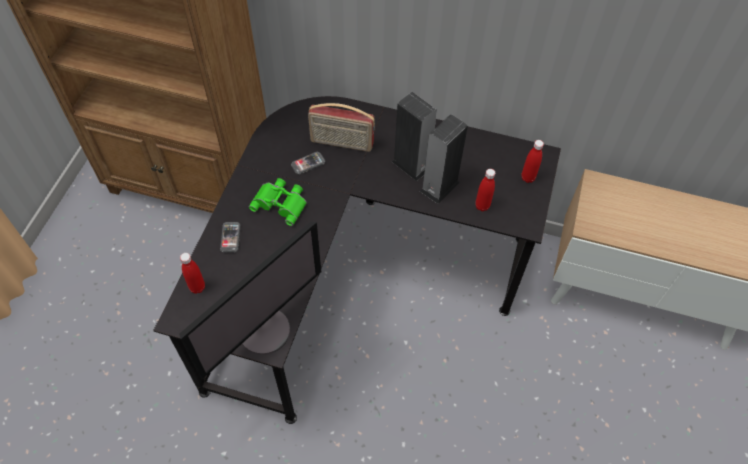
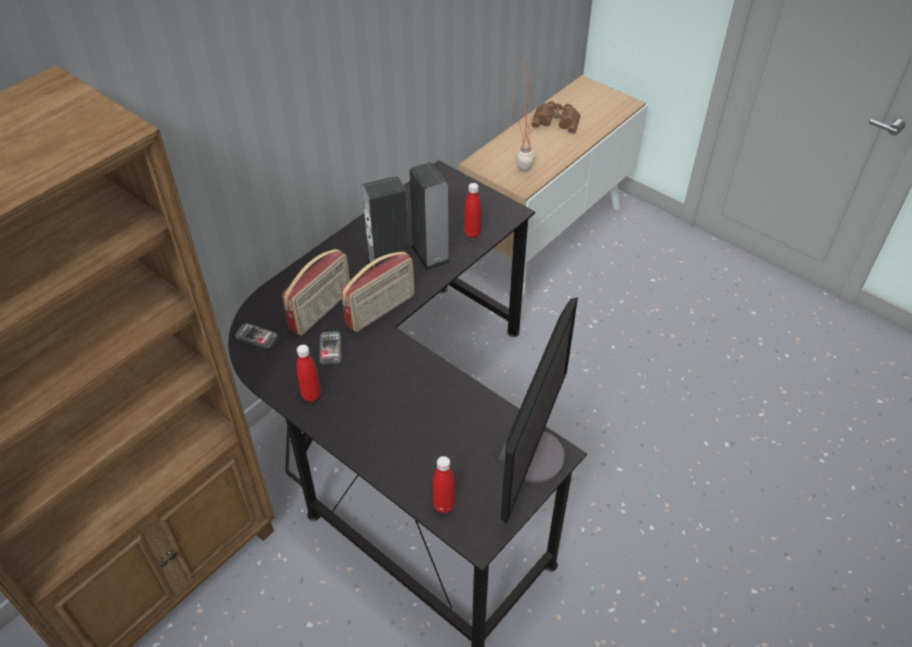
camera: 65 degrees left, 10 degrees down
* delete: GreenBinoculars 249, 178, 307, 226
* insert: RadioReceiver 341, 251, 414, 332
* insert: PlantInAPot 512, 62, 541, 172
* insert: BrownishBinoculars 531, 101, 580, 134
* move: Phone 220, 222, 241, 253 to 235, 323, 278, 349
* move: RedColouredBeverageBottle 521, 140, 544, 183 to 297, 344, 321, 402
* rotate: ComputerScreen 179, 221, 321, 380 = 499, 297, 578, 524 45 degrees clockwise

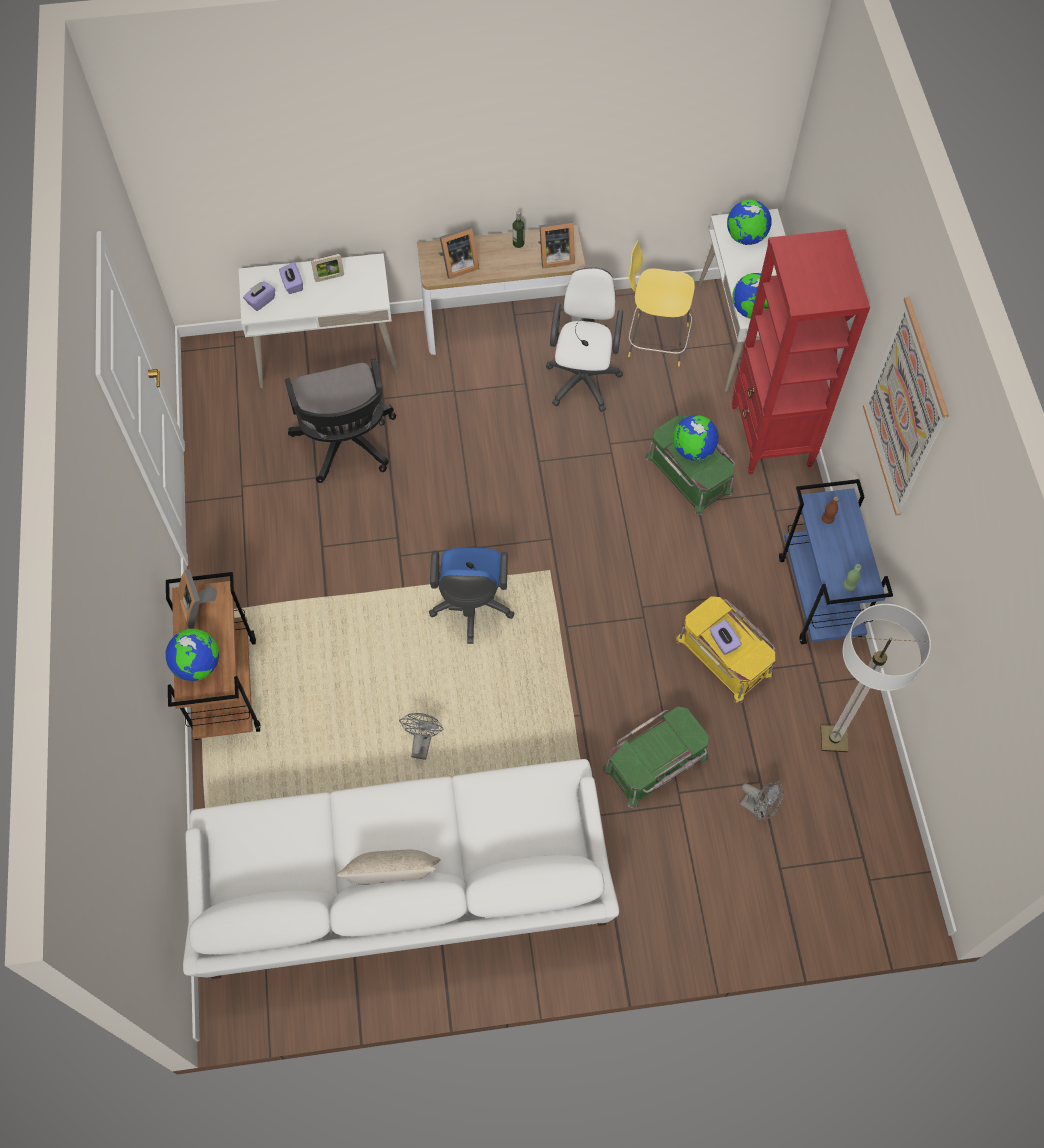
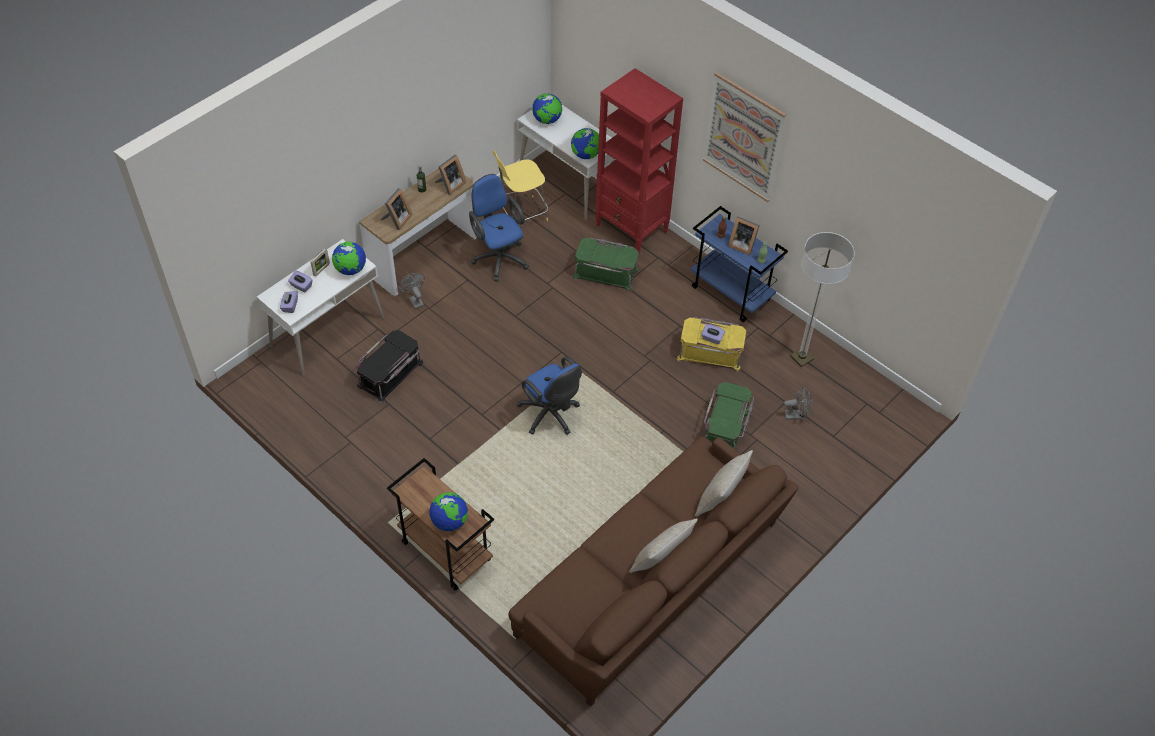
camera: 40 degrees left, 10 degrees down
* insert: BeigeCushion 695, 450, 753, 517
* move: PictureFrame 178, 569, 217, 629 to 728, 217, 760, 255
* move: GreyishFan 399, 713, 444, 760 to 399, 273, 425, 309
* move: WorldGlobe 673, 415, 719, 461 to 332, 242, 366, 275
* replace: BlackishComputerChair 285, 359, 396, 483 to BlackishStorageContainer 356, 330, 423, 403
* recolor: WhitishCouch 183, 759, 619, 979 to BrownishCouch 508, 437, 799, 707
* recolor: WhitishComputerChair 546, 267, 623, 412 to BlueComputerChair 469, 174, 529, 282

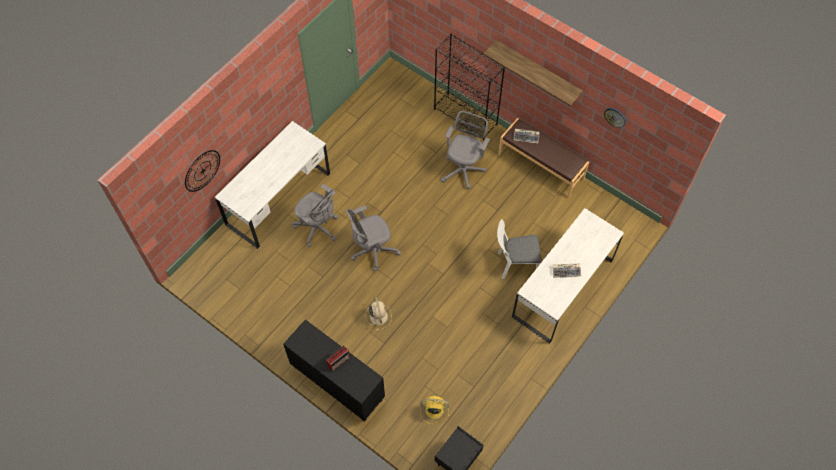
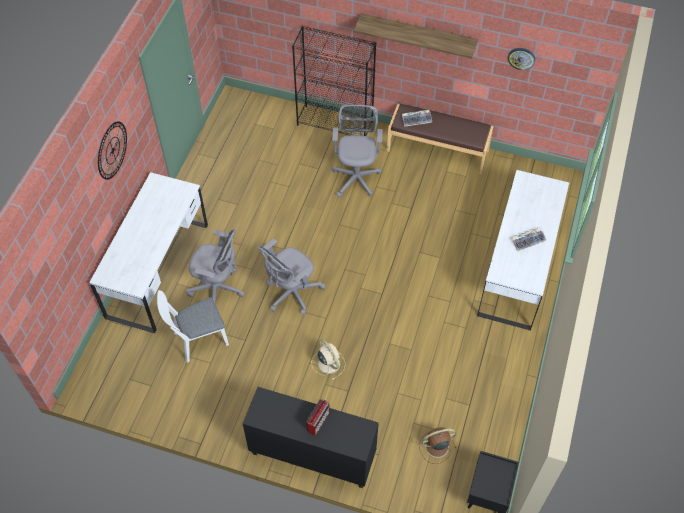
camera: 20 degrees left, 5 degrees down
* move: WallClock 185, 150, 220, 192 to 98, 121, 127, 180
* move: WhitishUprightChair 497, 219, 542, 279 to 157, 290, 229, 363
* recolor: YellowFan 420, 396, 449, 424 to BrownishFan 419, 427, 456, 464

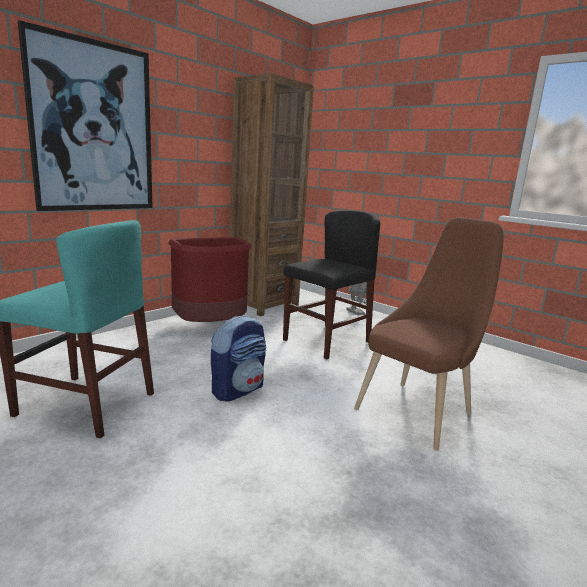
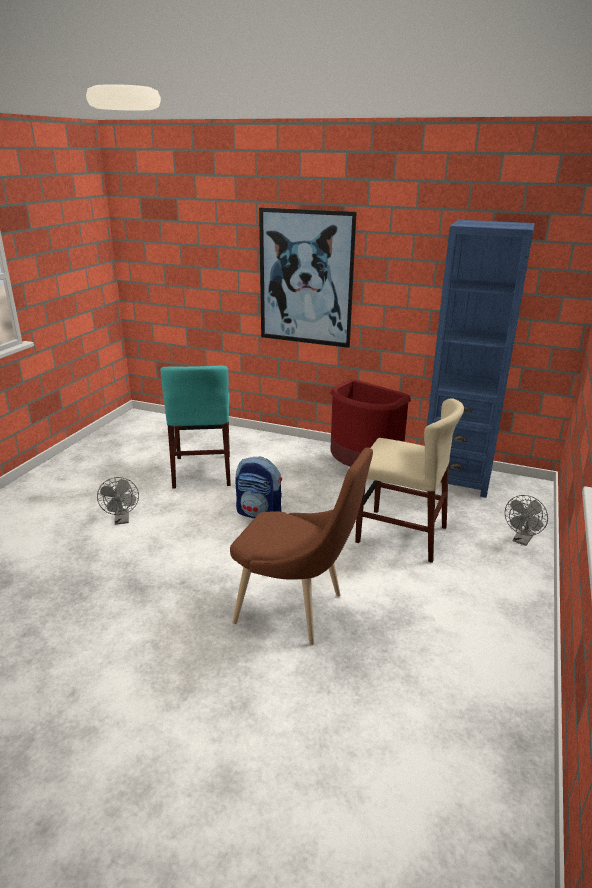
camera: 70 degrees right, 10 degrees up
* insert: GreyishFan 97, 477, 139, 525
* recolor: BrownishBookshelf 230, 73, 314, 317 to BlueBookshelf 424, 220, 535, 498
* recolor: BlackishUprightChair 283, 210, 380, 360 to BeigeUprightChair 355, 399, 464, 563

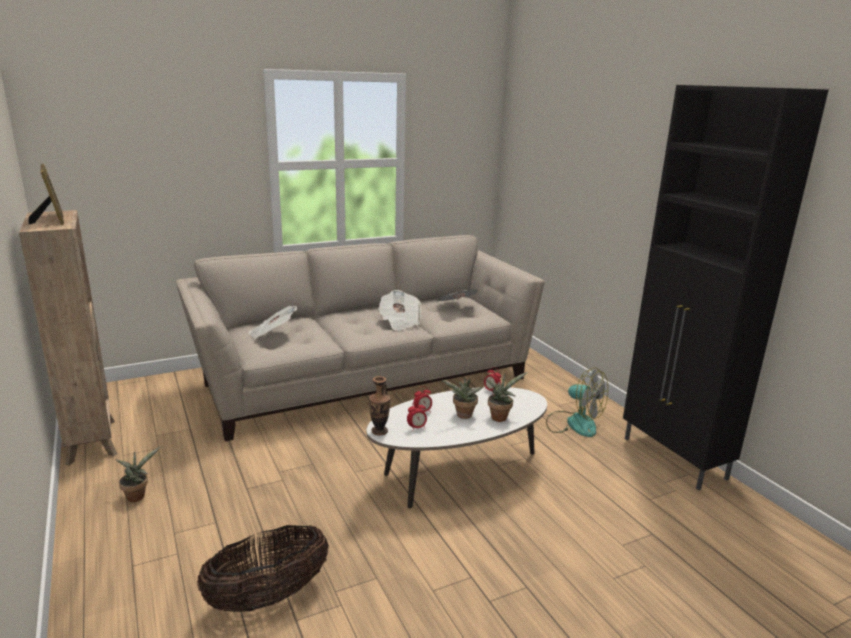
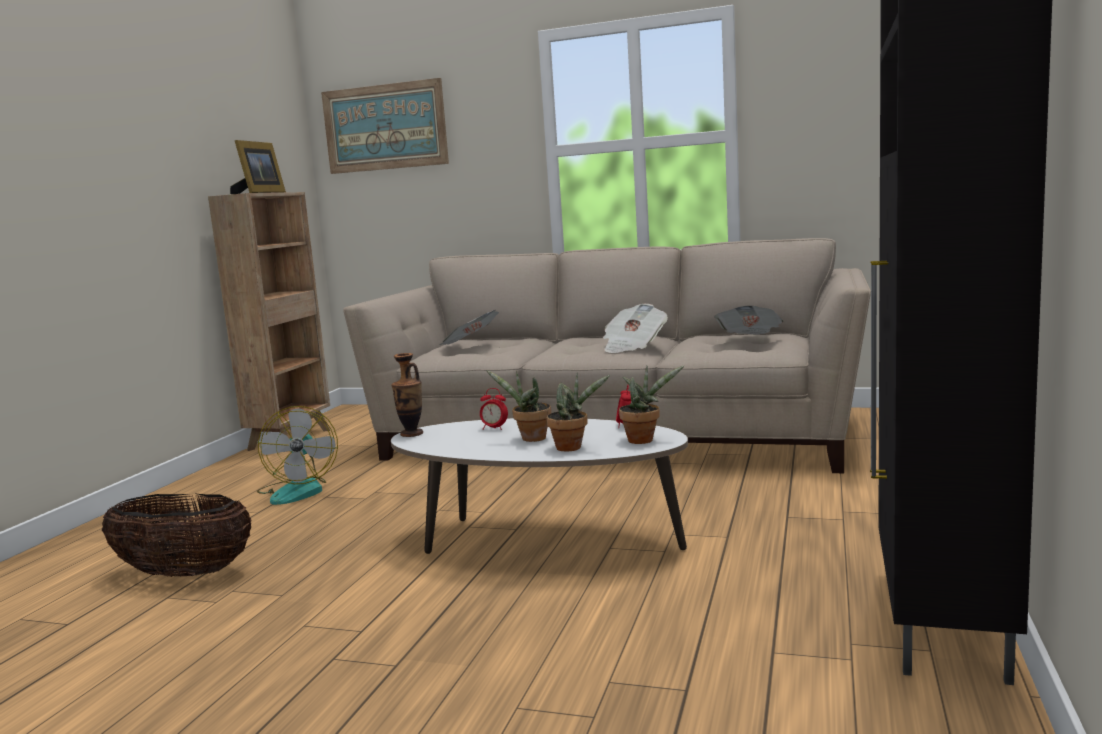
camera: 45 degrees right, 10 degrees down
* delete: BedsideClock 407, 401, 427, 429
* insert: WallPicture 321, 78, 449, 174
* move: PlantInAPot 116, 447, 160, 502 to 619, 366, 684, 444
* move: Fan 546, 368, 608, 437 to 257, 406, 338, 505

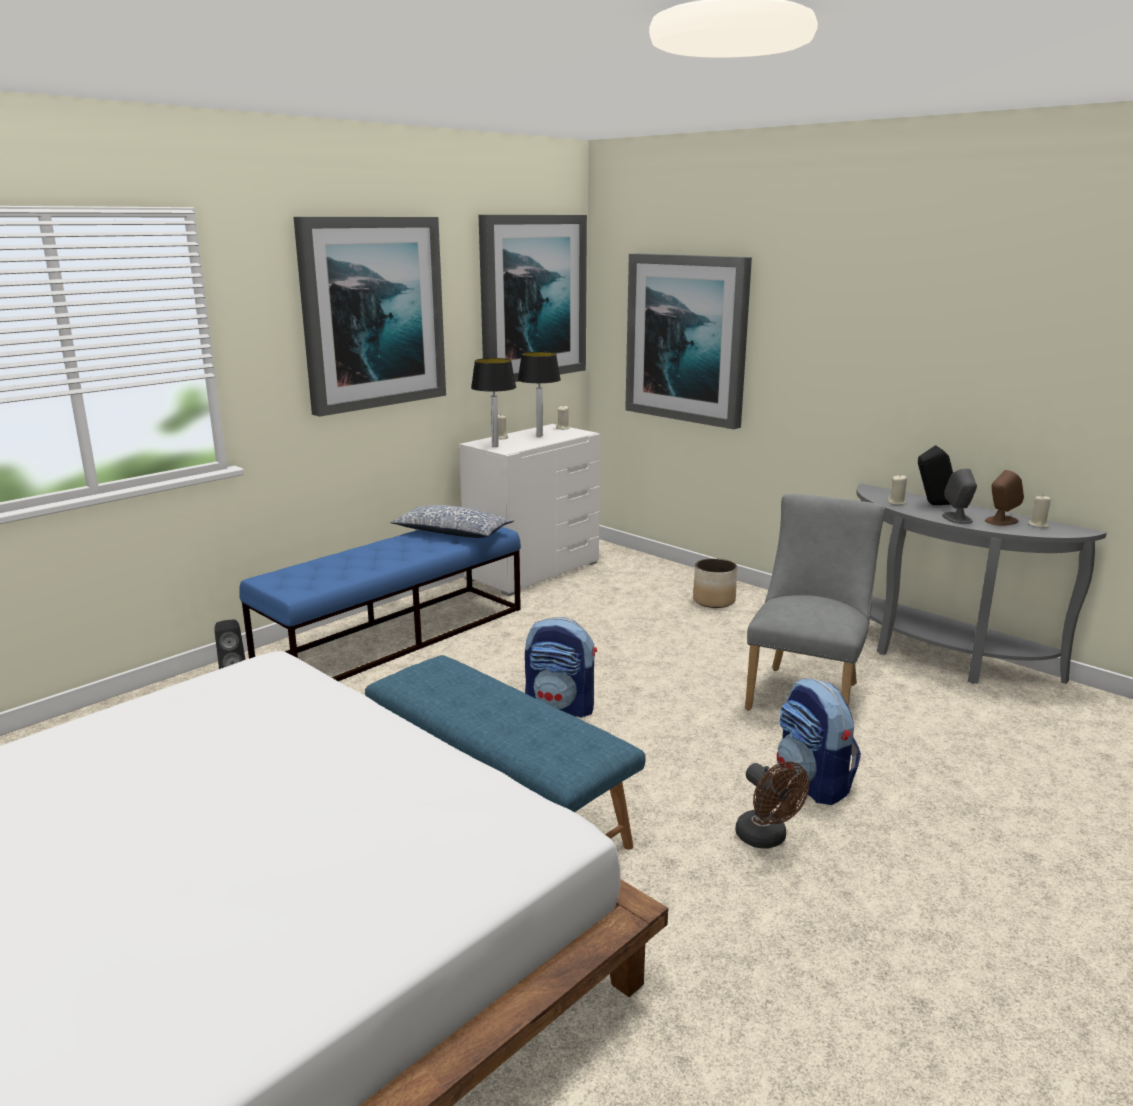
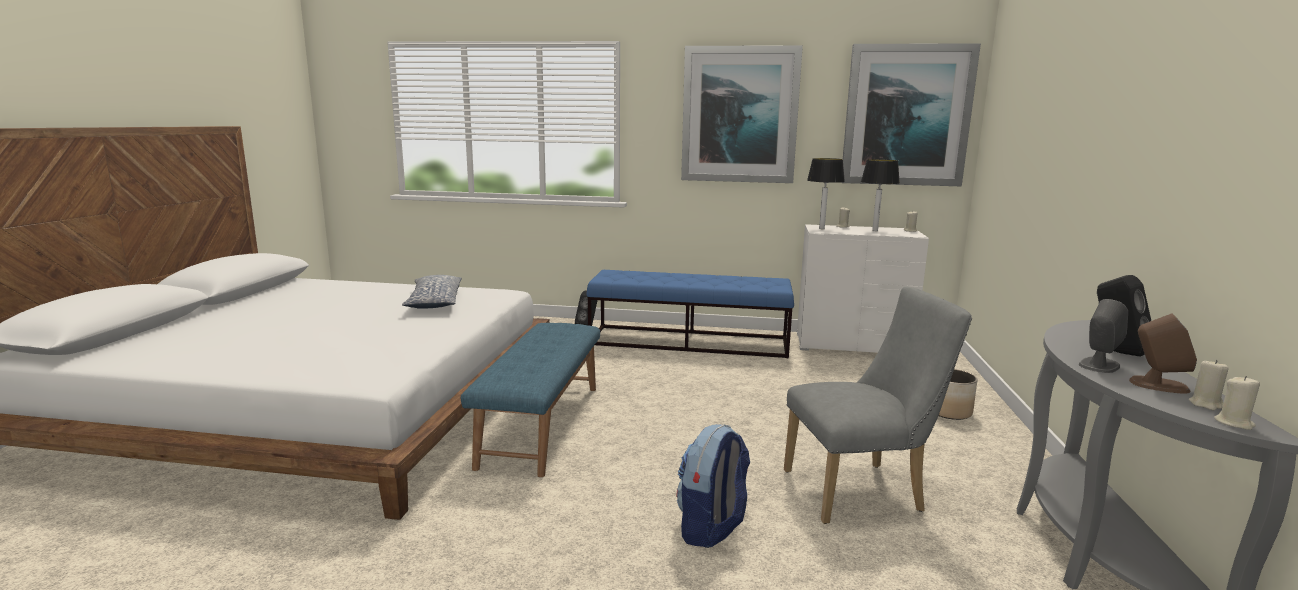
camera: 55 degrees right, 5 degrees down
* delete: Rucksack 525, 617, 597, 718
* delete: WallPicture 625, 254, 752, 429
* delete: BrownishFan 735, 762, 809, 849
* move: Cushion 390, 505, 514, 538 to 402, 275, 462, 309
* move: BeigeWaxCandle 888, 474, 907, 505 to 1214, 376, 1260, 430

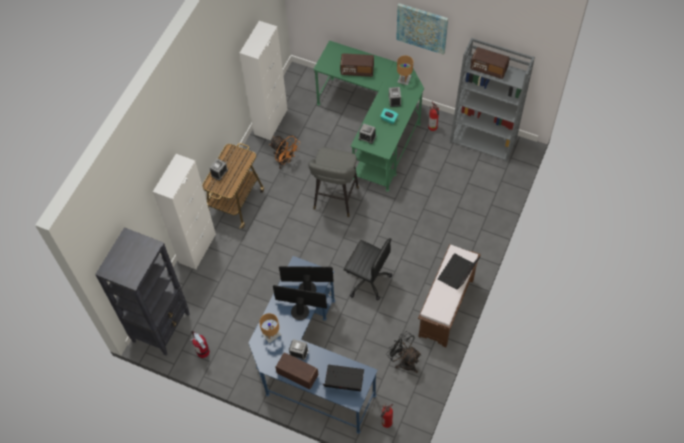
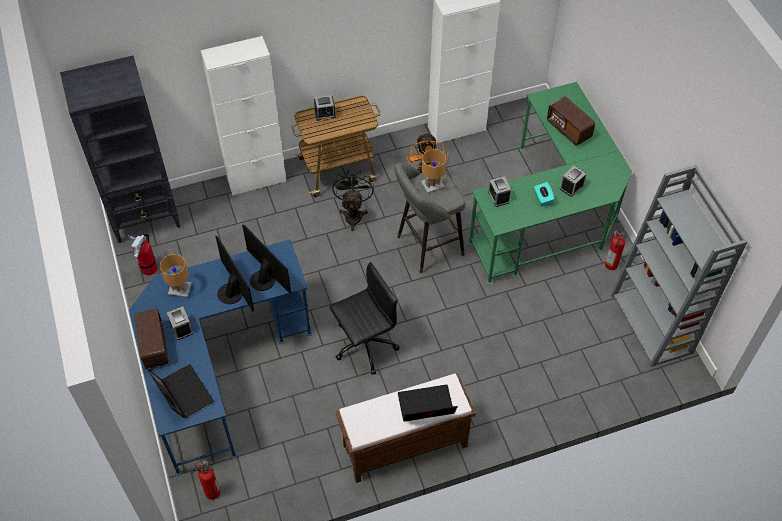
camera: 45 degrees right, 5 degrees down
* delete: WallPicture 396, 3, 448, 55
* delete: RadioReceiver 470, 47, 510, 79
* move: BlackishFan 386, 331, 421, 373 to 332, 170, 374, 231
* move: BrownishTableLamp 397, 55, 413, 85 to 421, 149, 446, 193
* rotate: BlackishComputerChair 344, 238, 392, 301 = 330, 262, 399, 375 105 degrees counterclockwise

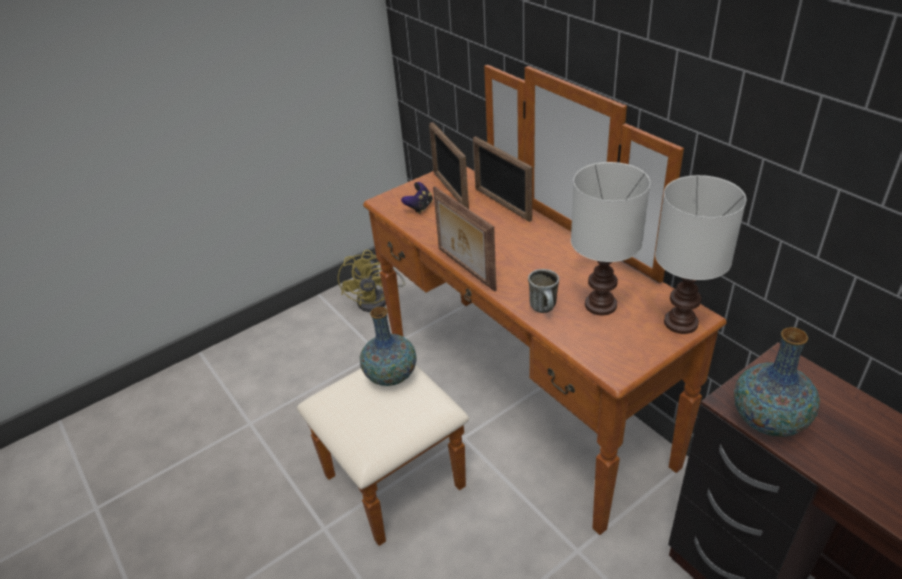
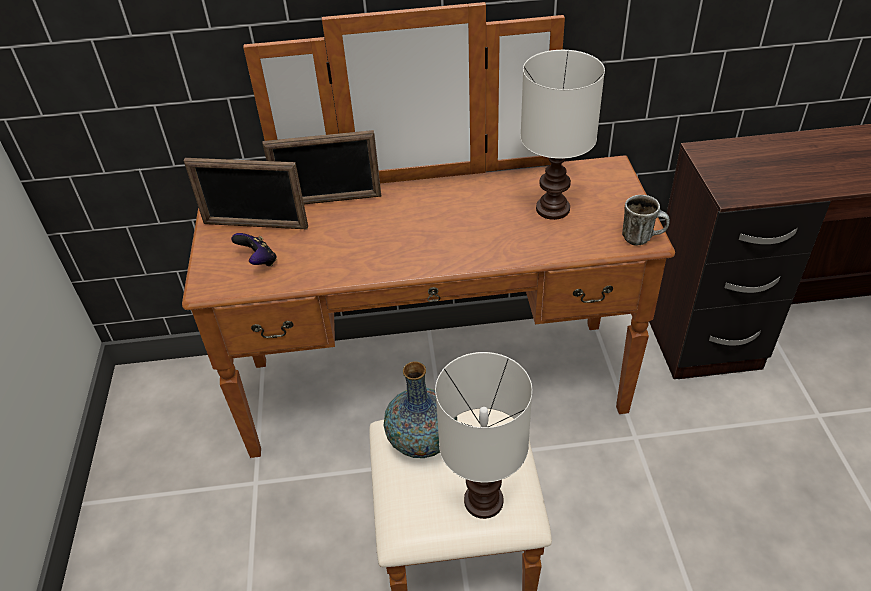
camera: 60 degrees left, 5 degrees up
* delete: YellowFan 338, 250, 405, 312
* delete: PictureFrame 433, 186, 496, 291
* delete: DecorativeVase 734, 327, 820, 437
* move: TeaMug 528, 269, 559, 313 to 622, 195, 670, 246
* move: WhitishTableLamp 655, 175, 746, 334 to 435, 352, 532, 519

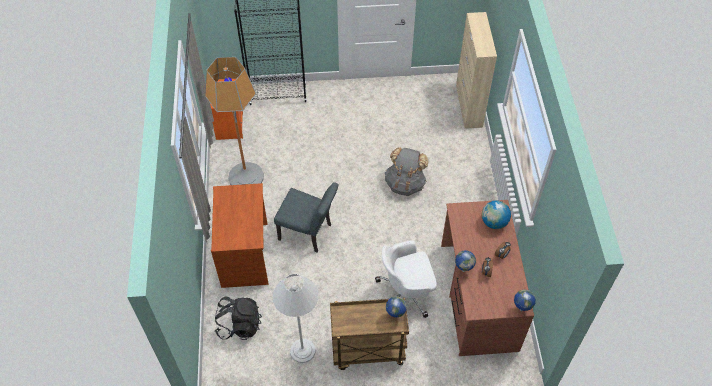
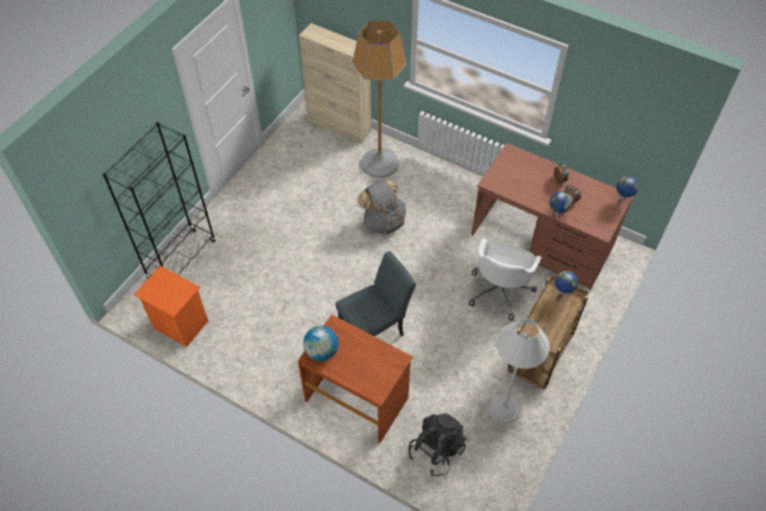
camera: 55 degrees left, 0 degrees up
* move: FloorLamp 205, 57, 264, 185 to 352, 20, 407, 178
* move: WorldGlobe 482, 200, 511, 229 to 303, 326, 339, 361

